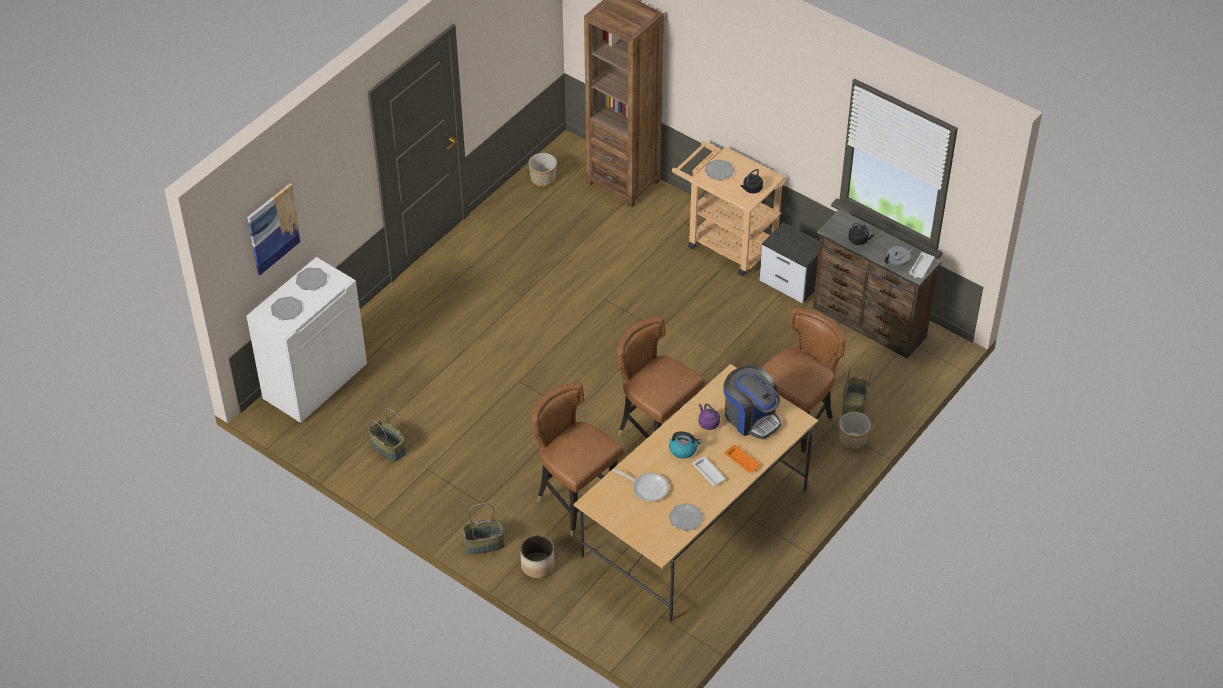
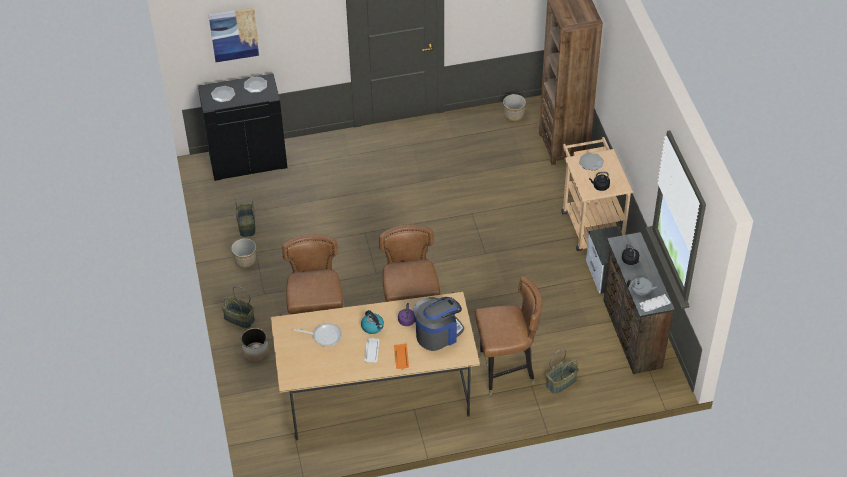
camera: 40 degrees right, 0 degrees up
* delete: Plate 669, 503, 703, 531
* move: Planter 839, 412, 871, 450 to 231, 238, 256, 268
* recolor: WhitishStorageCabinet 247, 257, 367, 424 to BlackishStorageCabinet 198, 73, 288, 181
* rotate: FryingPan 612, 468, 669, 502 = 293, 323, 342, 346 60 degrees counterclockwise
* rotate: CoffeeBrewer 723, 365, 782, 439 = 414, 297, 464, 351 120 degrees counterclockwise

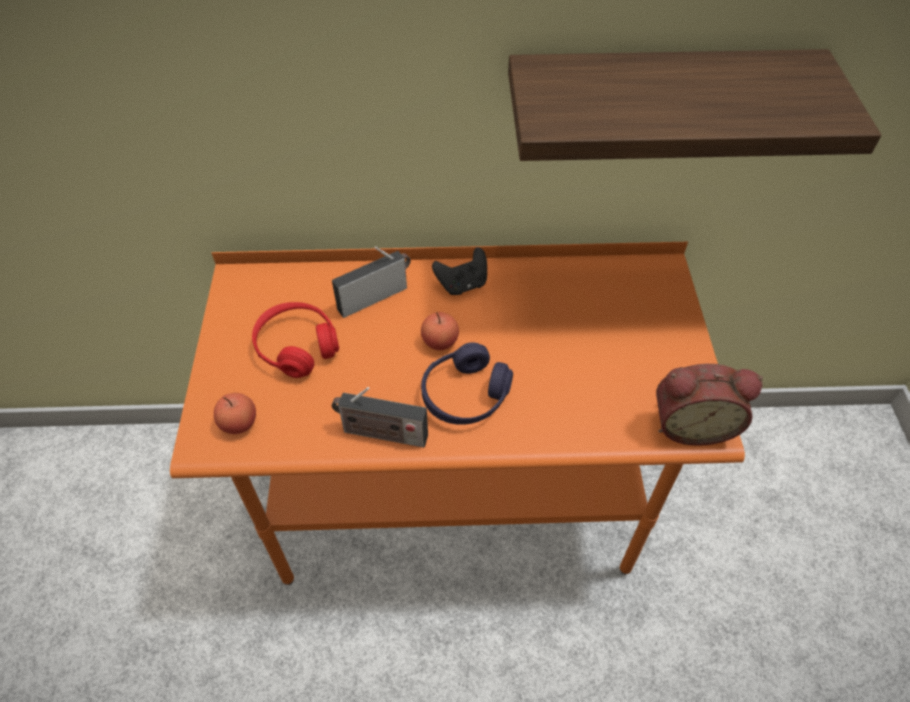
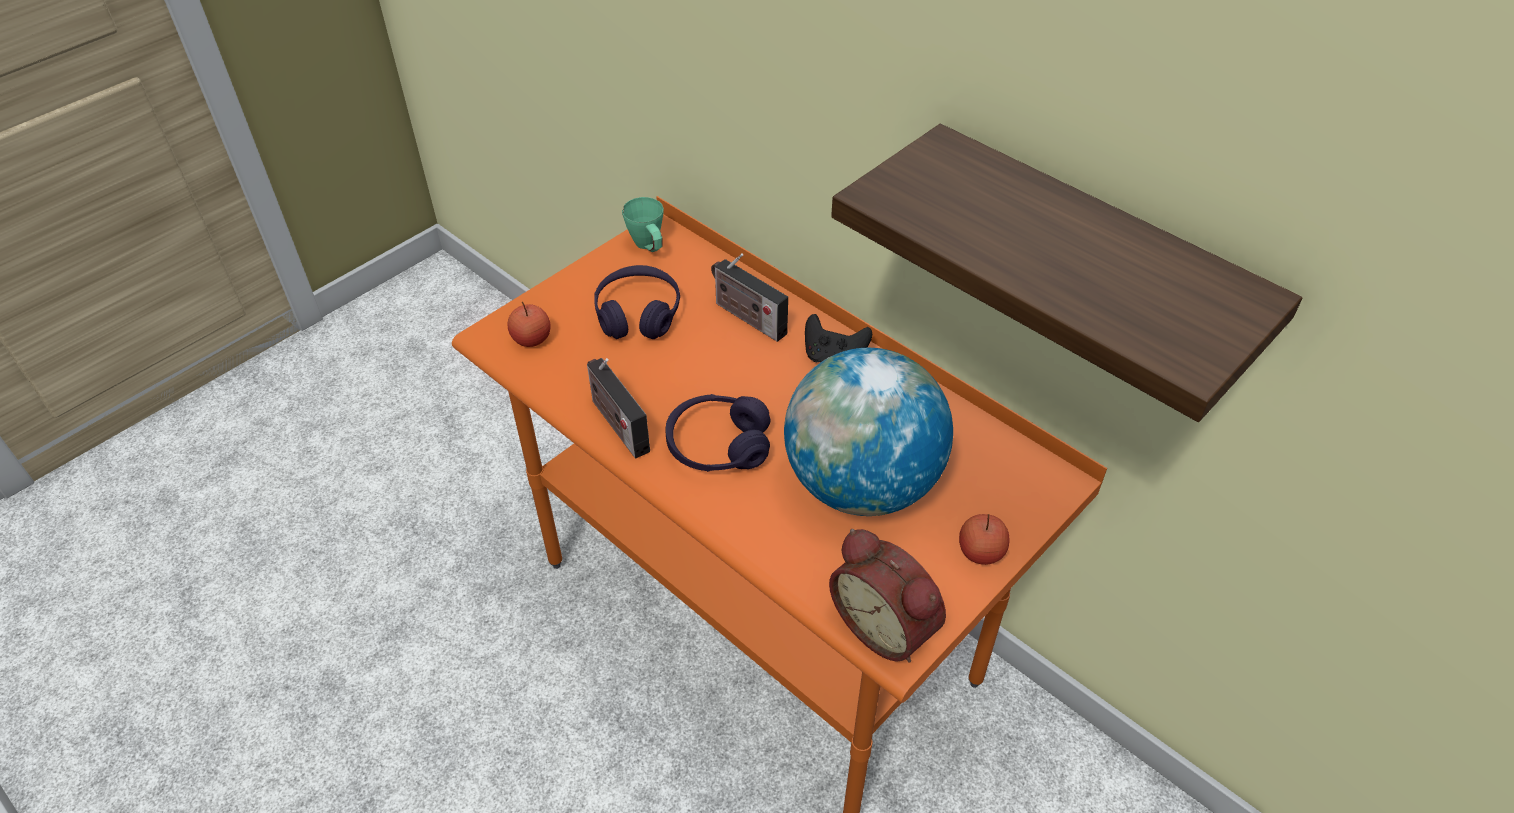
camera: 45 degrees right, 5 degrees down
* insert: GreenTeaMug 622, 197, 664, 252
* insert: WorldGlobe 784, 348, 953, 516
* move: WholeApple 421, 312, 459, 350 to 959, 514, 1010, 565
* recolor: RedColouredPairOfHeadphones 252, 302, 339, 378 to PurpleColouredPairOfHeadphones 594, 265, 680, 339
* rotate: RadioReceiver 332, 247, 411, 318 = 711, 253, 788, 342 150 degrees counterclockwise

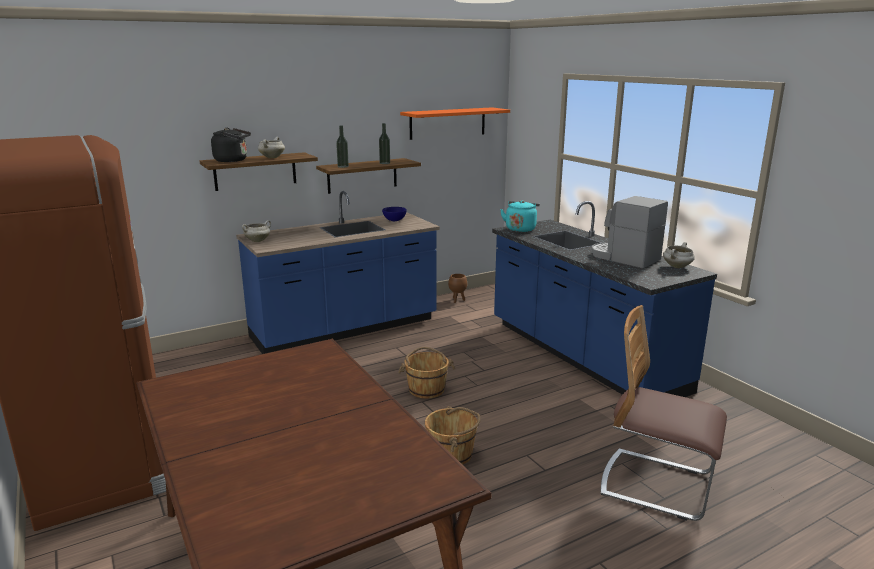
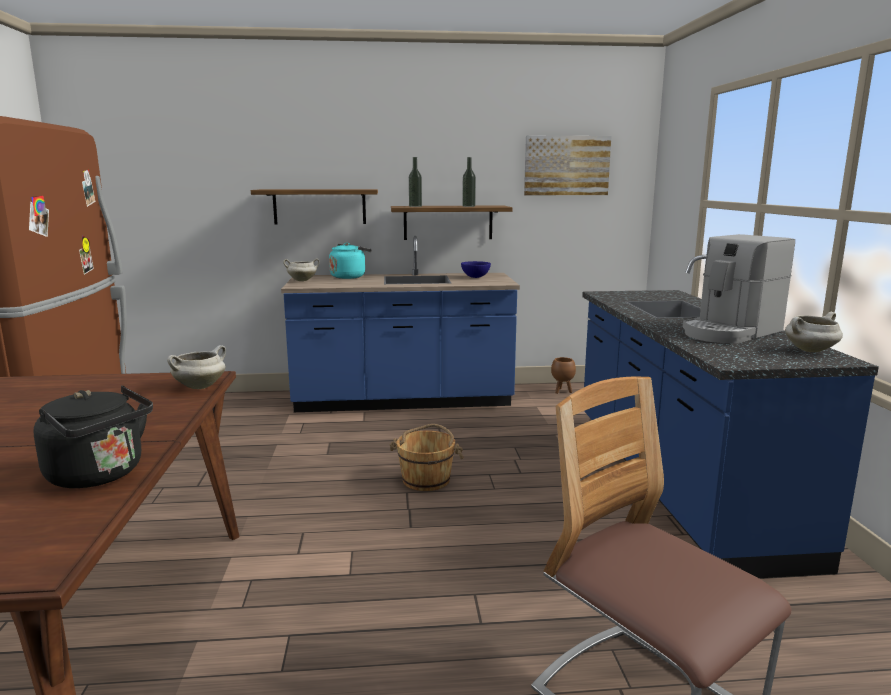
camera: 25 degrees right, 5 degrees down
* delete: BrownishBucket 425, 406, 481, 465
* move: BlackishWaterKettle 211, 128, 251, 162 to 33, 386, 153, 488
* move: WhitishSaucepot 258, 137, 285, 158 to 167, 345, 226, 389
* move: TurquoiseColouredWaterKettle 500, 200, 540, 232 to 329, 243, 372, 279
* replace: OrangeyShelf 400, 107, 510, 140 to WallPicture 524, 136, 612, 195
* rotate: CoffeeBrewer 592, 196, 668, 268 = 683, 234, 795, 343 105 degrees counterclockwise

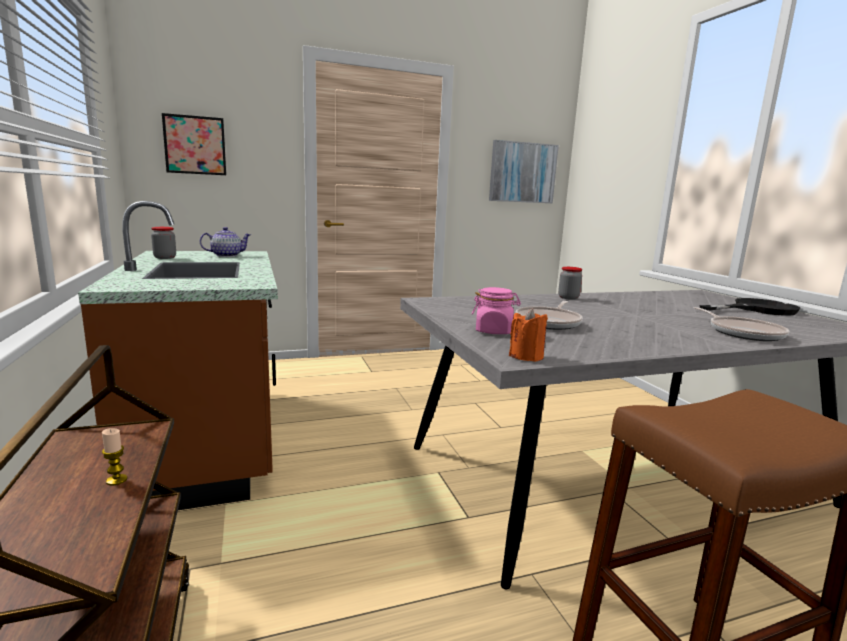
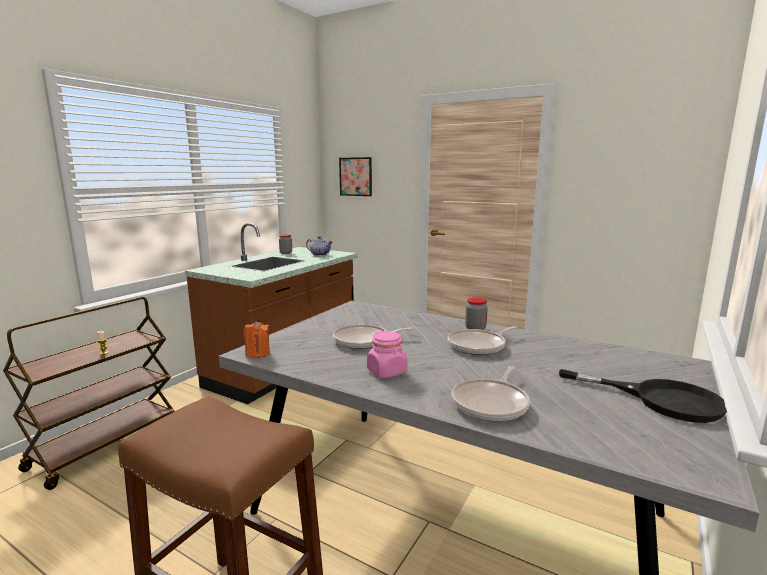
camera: 50 degrees right, 0 degrees up
* delete: WallPicture 489, 140, 559, 203
* insert: FryingPan 448, 326, 517, 355
* move: PinkishStorageJar 472, 287, 521, 334 to 367, 331, 407, 378

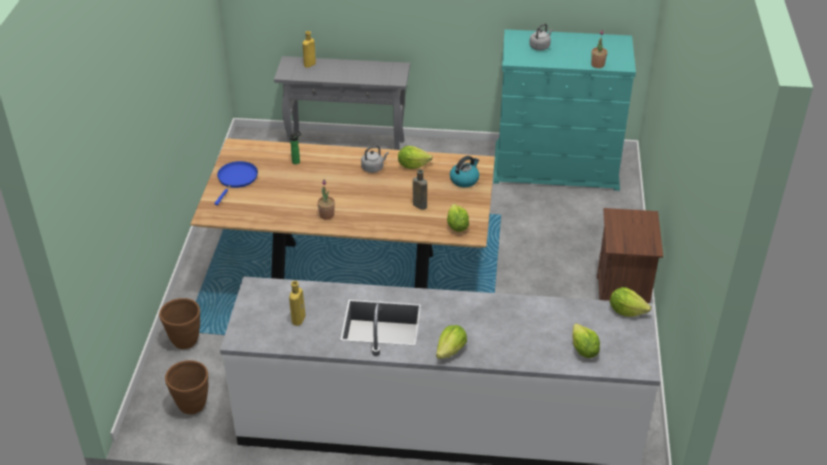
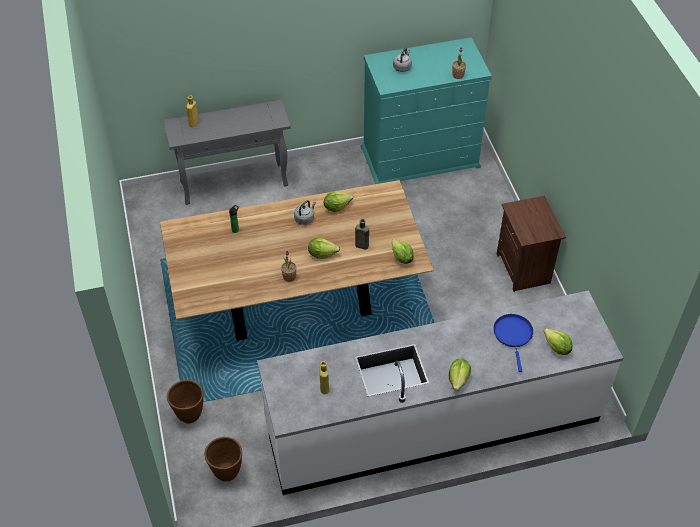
camera: 20 degrees left, 10 degrees up
* delete: WaterKettle 450, 156, 479, 187
* move: BlueFryingPan 214, 161, 258, 205 to 493, 314, 533, 372
* move: HeadOfLettuce 610, 287, 651, 317 to 308, 237, 340, 259

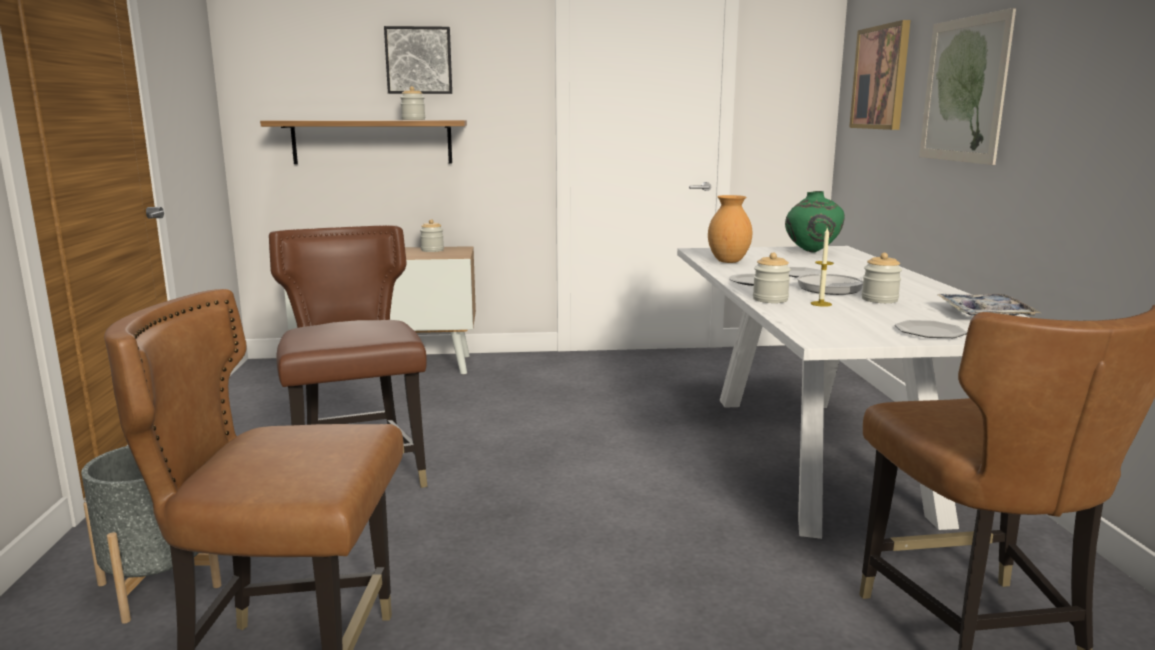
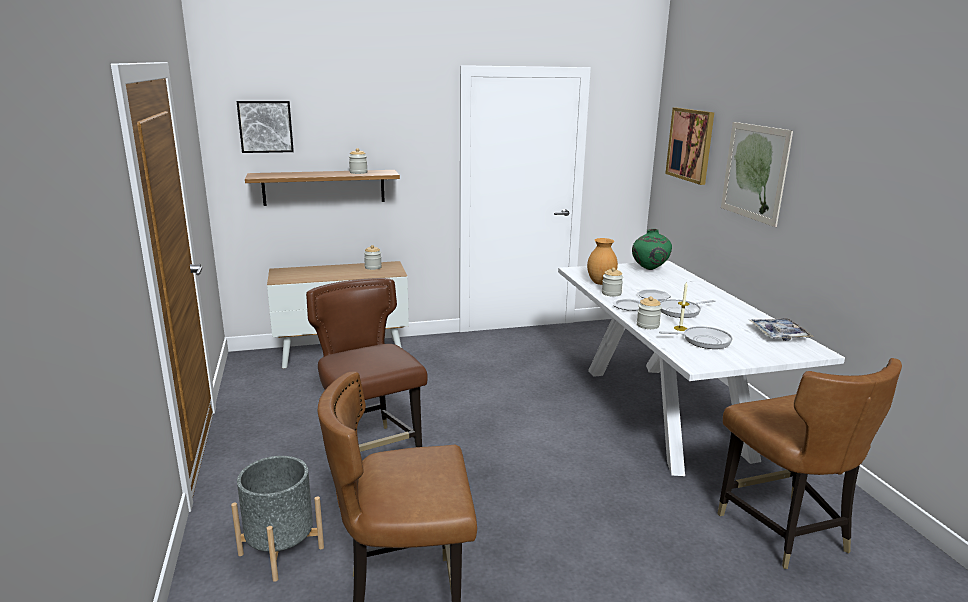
camera: 10 degrees left, 5 degrees up
* delete: Plate 895, 320, 967, 338
* insert: FryingPan 659, 326, 733, 349
* move: WallPicture 384, 26, 452, 94 to 236, 101, 294, 153
* move: StorageJar 862, 253, 902, 303 to 602, 268, 623, 297

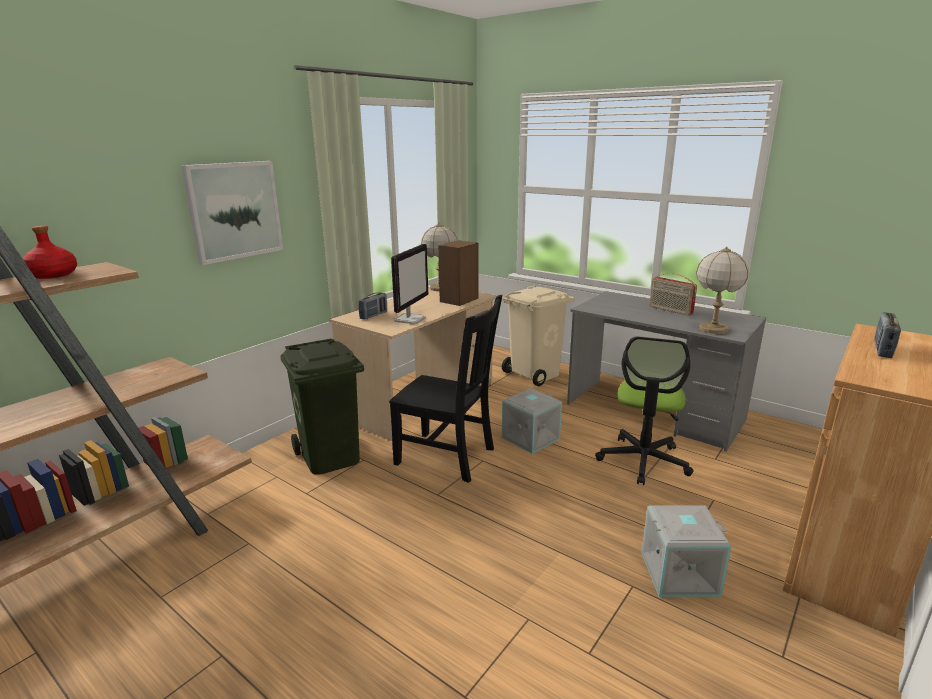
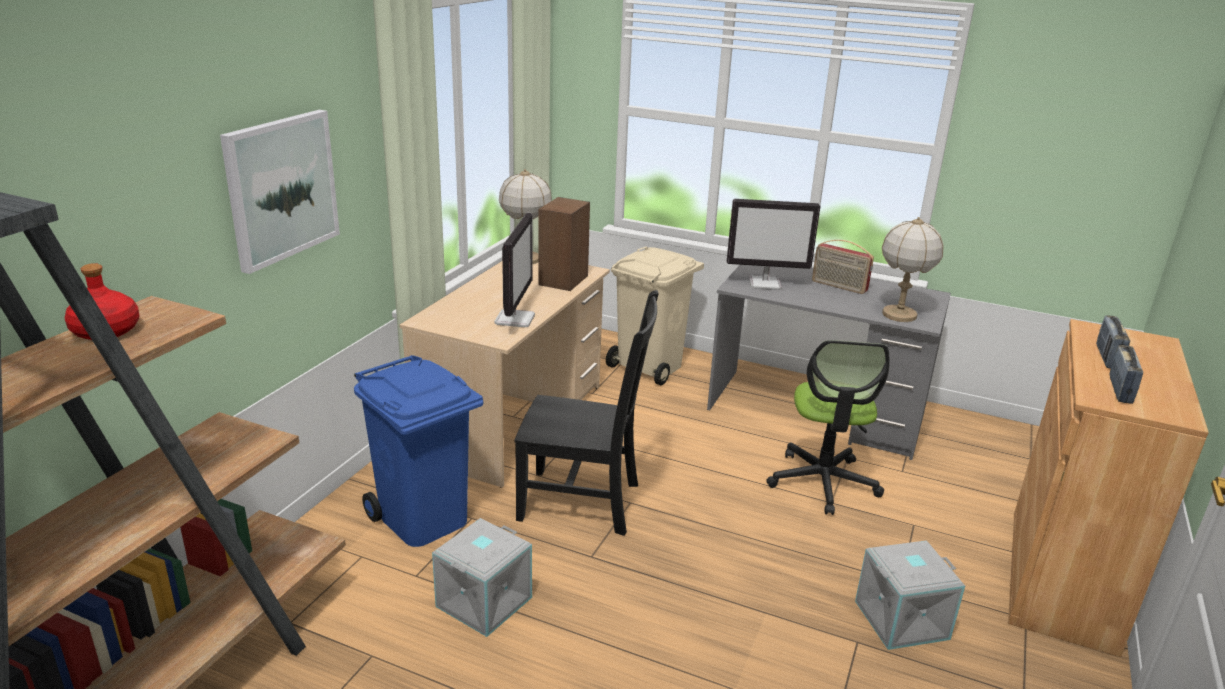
camera: 15 degrees left, 5 degrees up
* insert: ComputerScreen 727, 199, 820, 290
* move: RadioReceiver 358, 292, 387, 320 to 1110, 345, 1143, 404
* move: GreyishStorageContainer 502, 388, 562, 454 to 432, 518, 532, 637
* recolor: GreenWasteBin 280, 338, 364, 475 to BlueWasteBin 354, 355, 483, 547

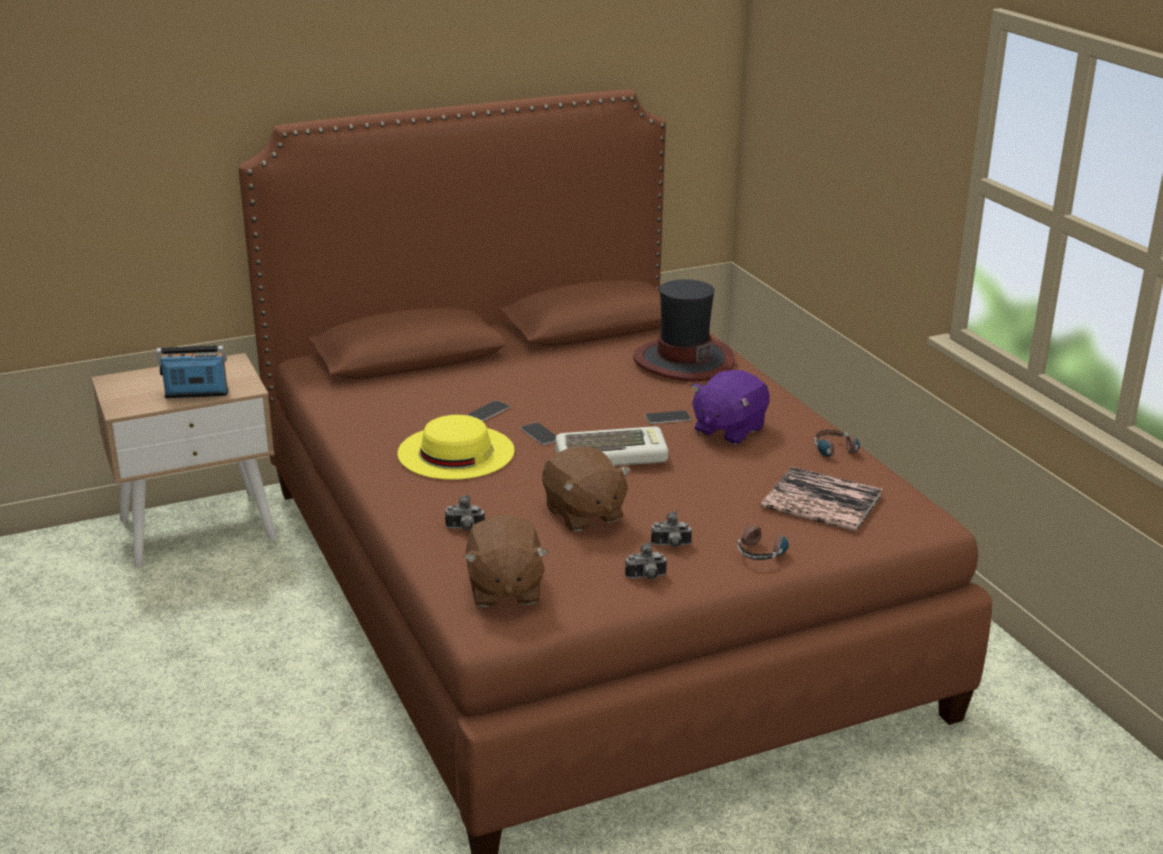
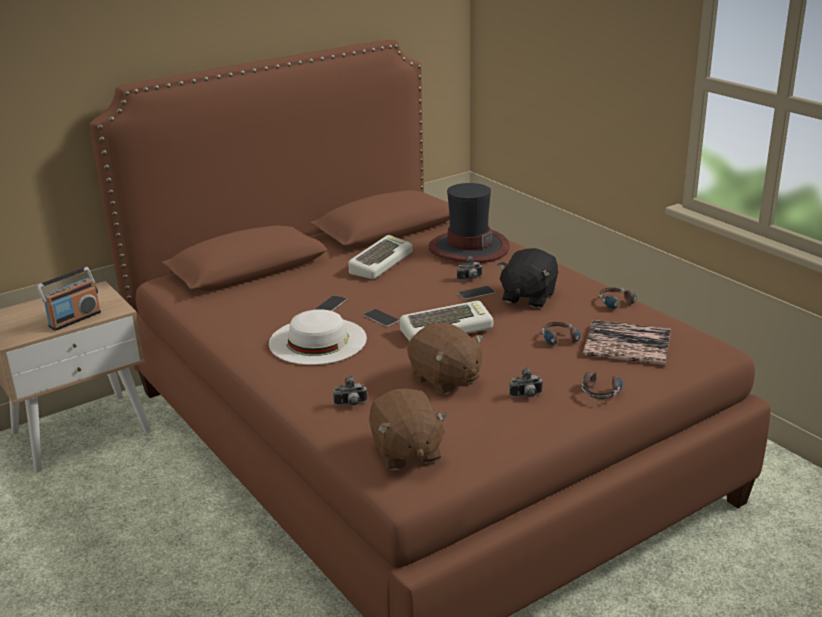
camera: 10 degrees left, 0 degrees up
* insert: PcKeyboard 348, 235, 413, 279
* insert: PairOfHeadphones 542, 322, 581, 345
* move: PhotoCamera 625, 542, 667, 579 to 457, 256, 483, 280
* recolor: YellowWearableHat 397, 415, 514, 480 to WhitishWearableHat 269, 310, 367, 365
* recolor: PurpleColouredCuddlyToy 691, 370, 770, 445 to BlackishCuddlyToy 498, 248, 558, 308
* rotate: RadioReceiver 156, 345, 228, 398 = 36, 267, 101, 331 150 degrees clockwise

